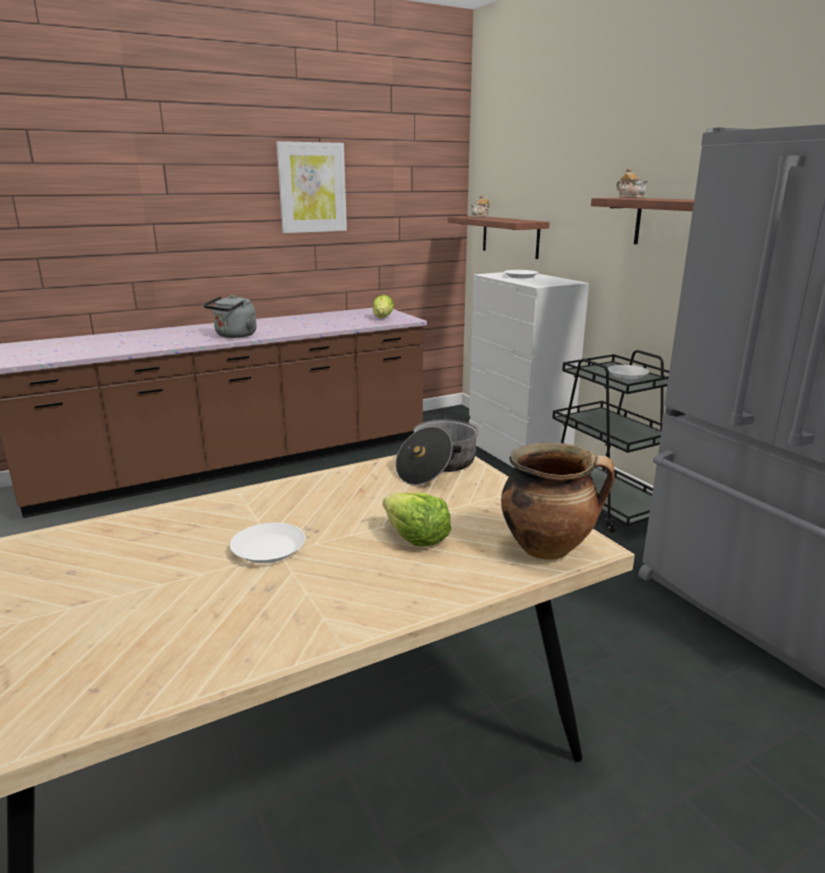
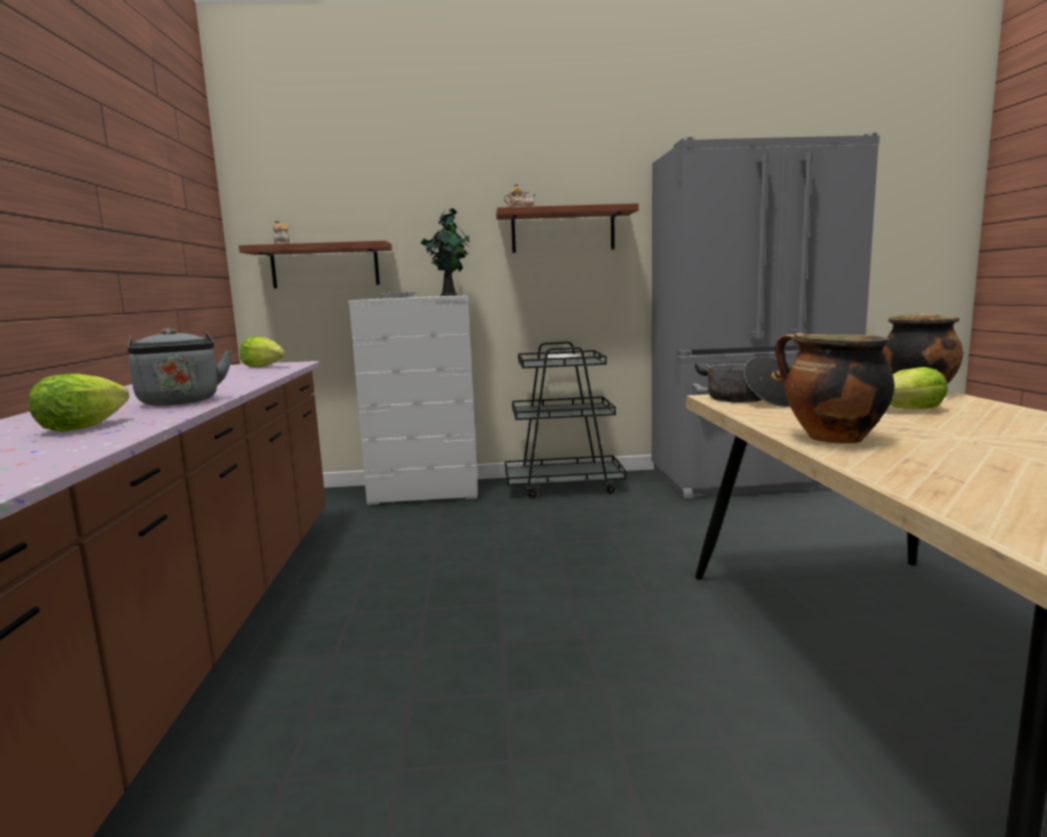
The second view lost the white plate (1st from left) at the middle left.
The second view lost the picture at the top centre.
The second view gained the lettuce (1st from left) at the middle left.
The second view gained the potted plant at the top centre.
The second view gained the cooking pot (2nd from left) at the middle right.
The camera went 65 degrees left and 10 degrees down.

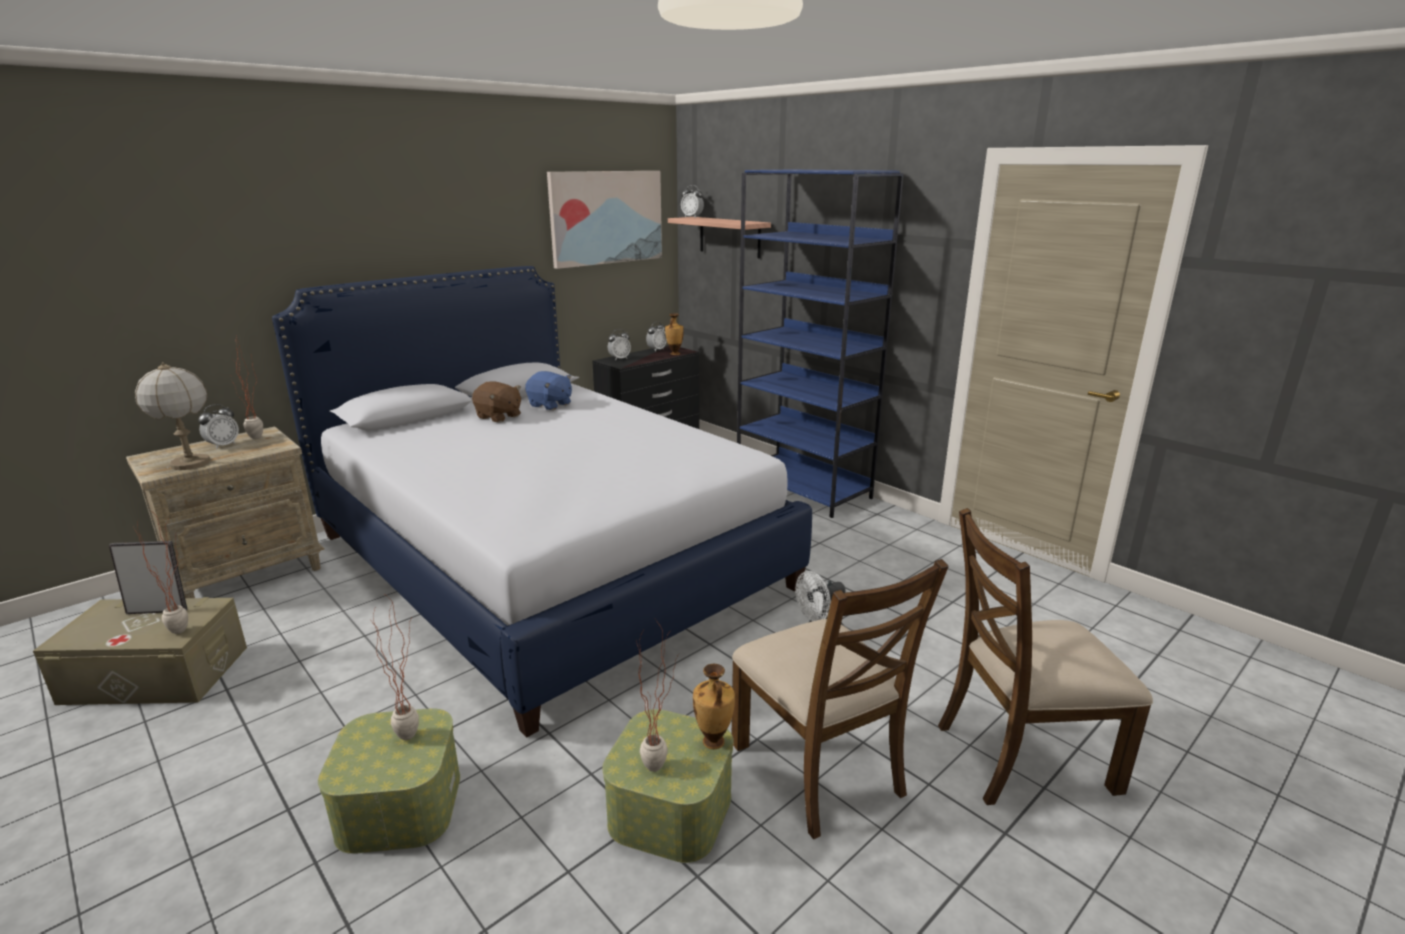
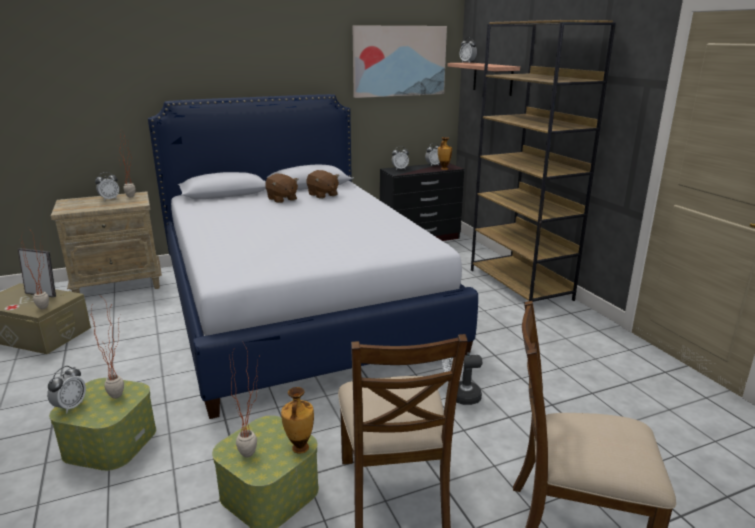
The second view lost the table lamp at the middle left.
The second view gained the alarm clock (1st from left) at the bottom left.
What was the blue plush toy at the centre turned into the brown plush toy (2nd from left) at the centre.
What was the blue bookcase at the centre turned into the brown bookcase at the top right.
The camera went 20 degrees right and 0 degrees up.

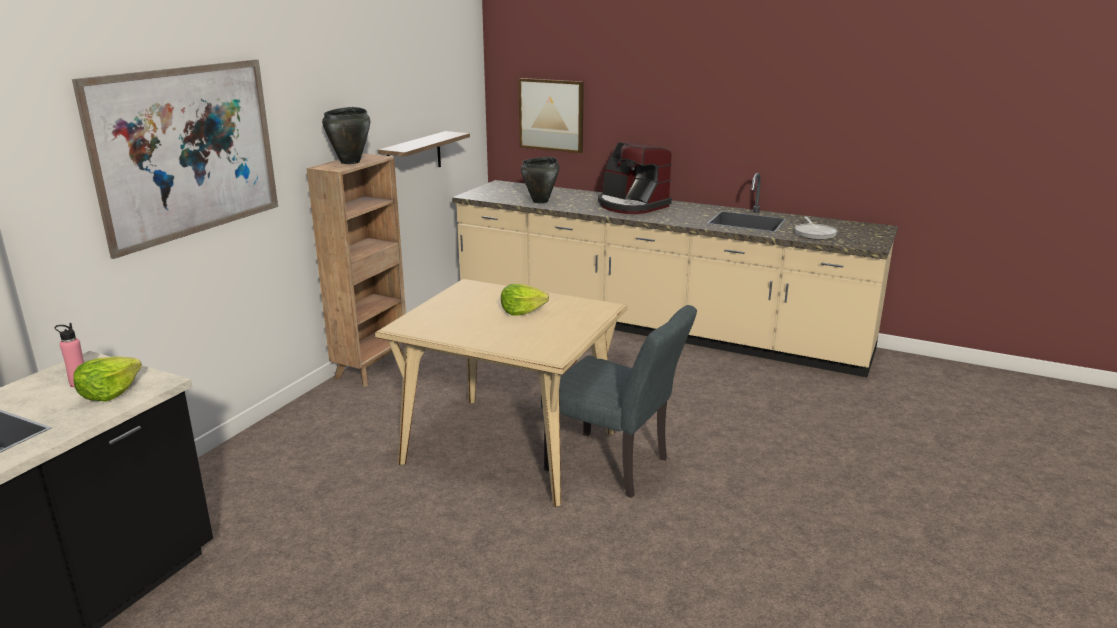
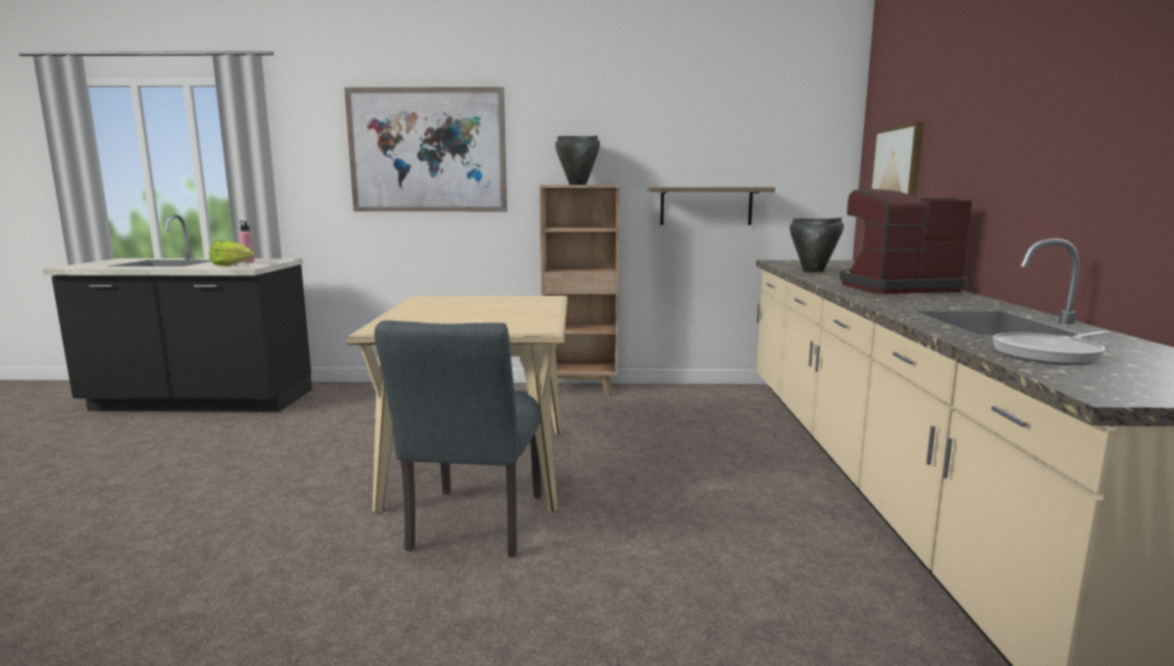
The second view lost the lettuce (2nd from left) at the centre.
The coffee machine at the top centre ended up facing another way, 60 degrees clockwise from before.
The camera went 65 degrees right and 10 degrees down.

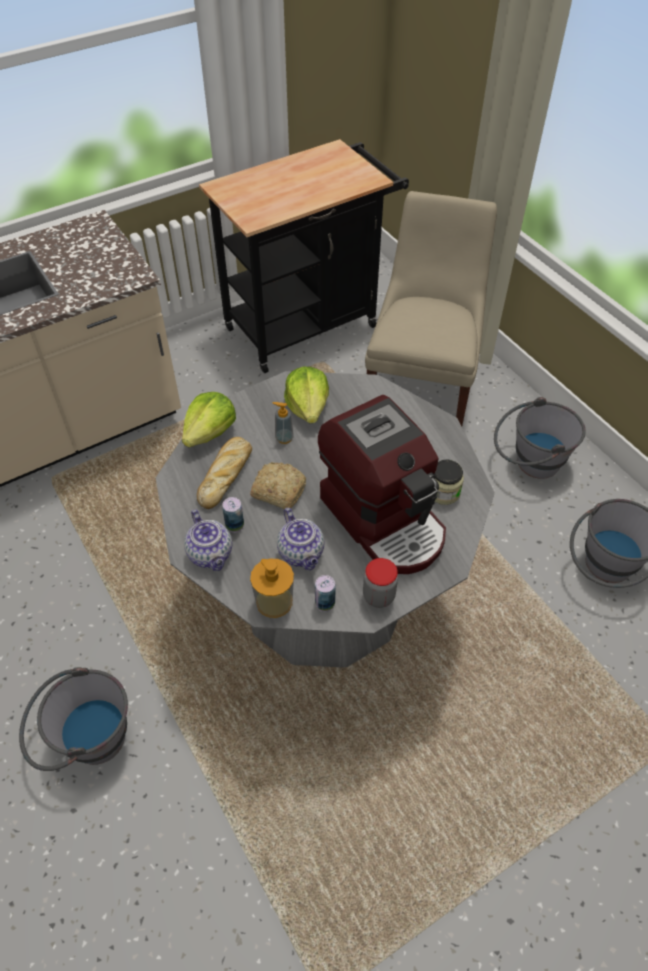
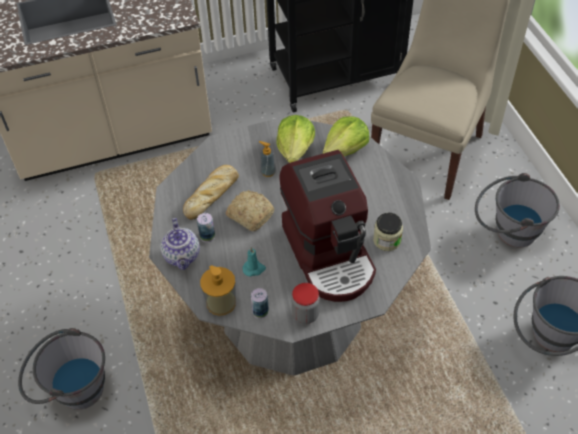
The lettuce (1st from left in the first image) ended up elsewhere, having gone from the middle left to the top centre.
Where the teapot (2nd from left) stood at the centre, the turquoise candle came to stand at the centre.
The camera went 15 degrees right and 0 degrees up.

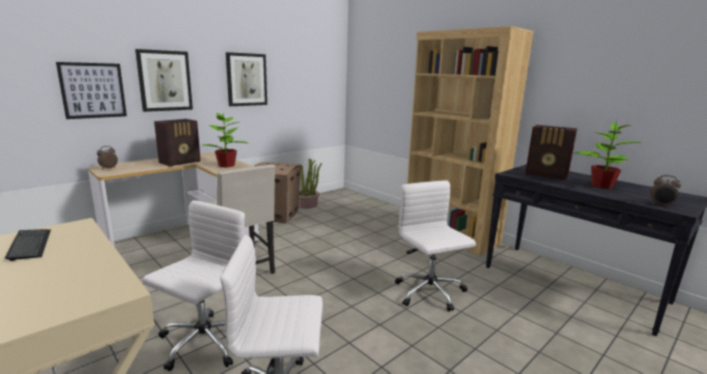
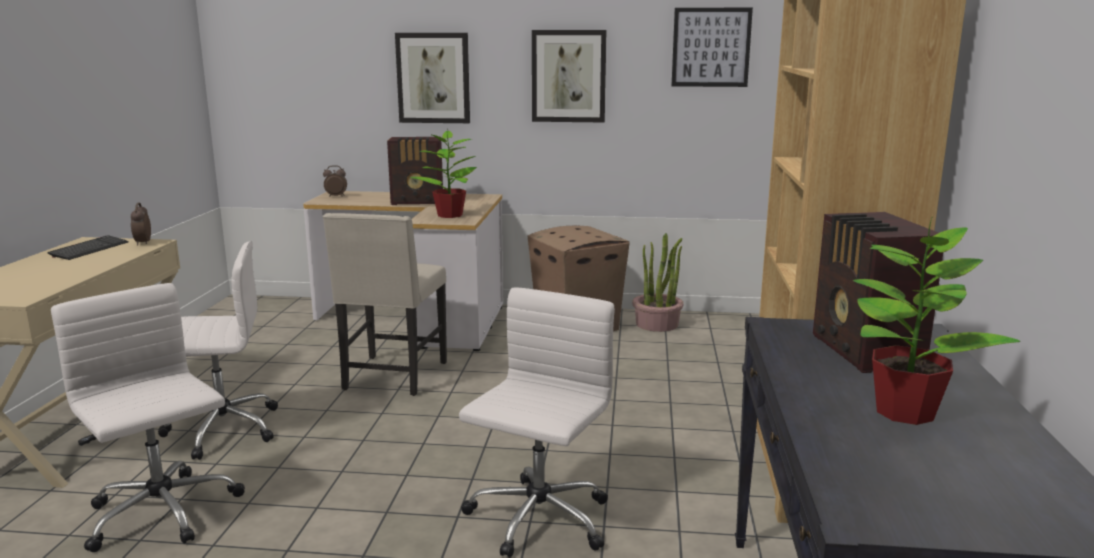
The picture (1st from left in the first image) ended up elsewhere, having gone from the top left to the top centre.
The alarm clock (2nd from left in the first image) ended up elsewhere, having gone from the middle right to the middle left.
The camera went 50 degrees right and 0 degrees up.

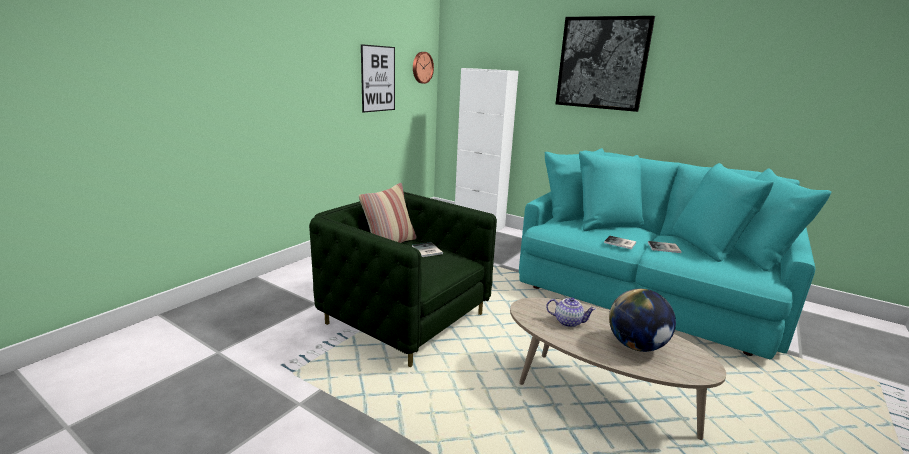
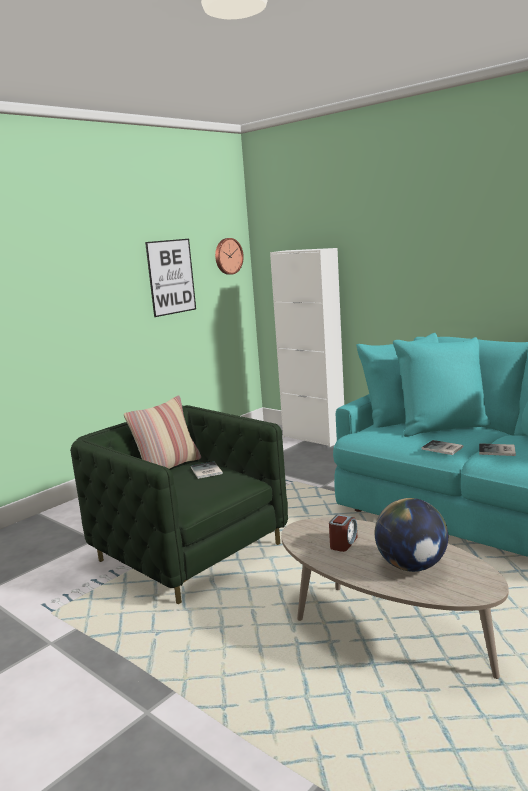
The second view lost the picture (2nd from left) at the top centre.
Where the teapot stood at the bottom centre, the alarm clock came to stand at the bottom centre.
The camera went 10 degrees right and 5 degrees down.

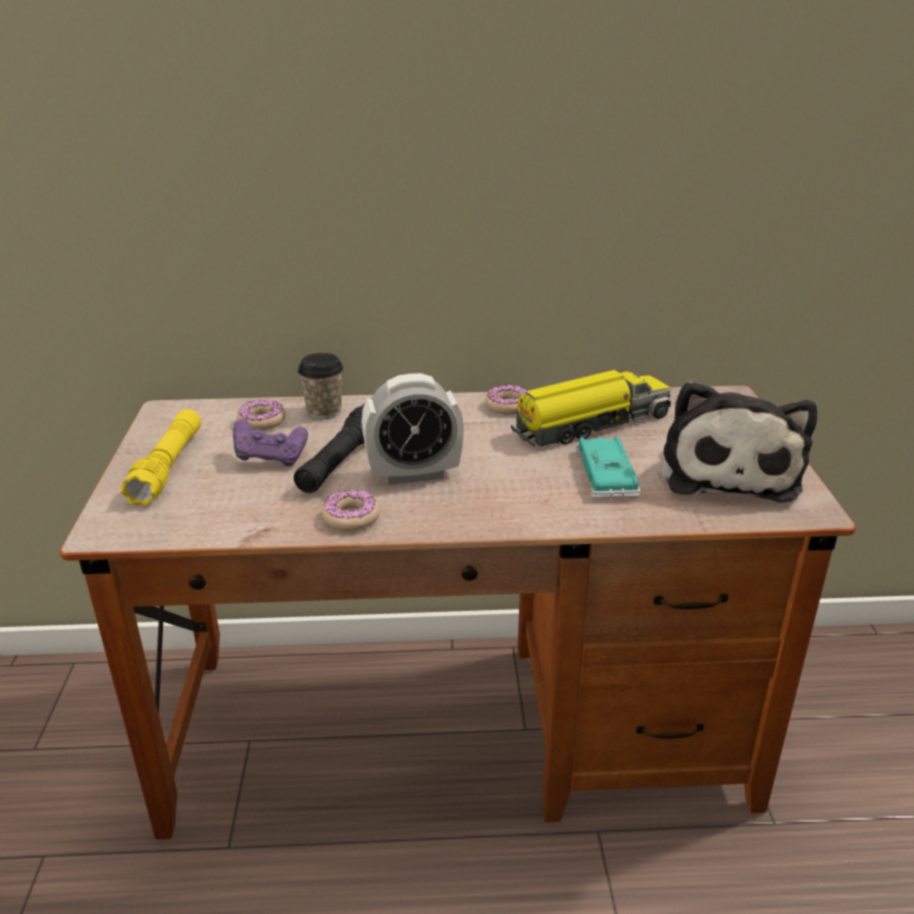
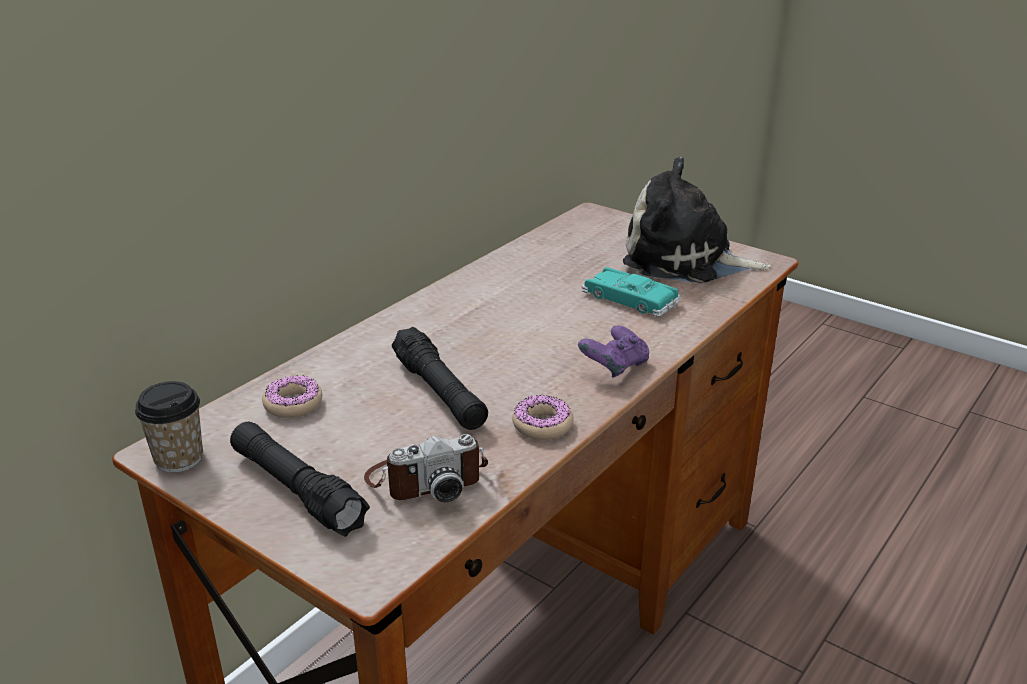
The second view lost the alarm clock at the centre.
The second view lost the donut (3rd from left) at the centre.
The second view lost the toy truck at the centre.
The second view gained the photo camera at the bottom centre.
The purple game controller ended up elsewhere, having gone from the middle left to the centre.
The cup ended up elsewhere, having gone from the centre to the middle left.
What was the yellow flashlight at the middle left turned into the black flashlight (1st from left) at the bottom left.
The plush toy at the middle right ended up facing another way, 150 degrees clockwise from before.
The camera went 50 degrees left and 0 degrees up.

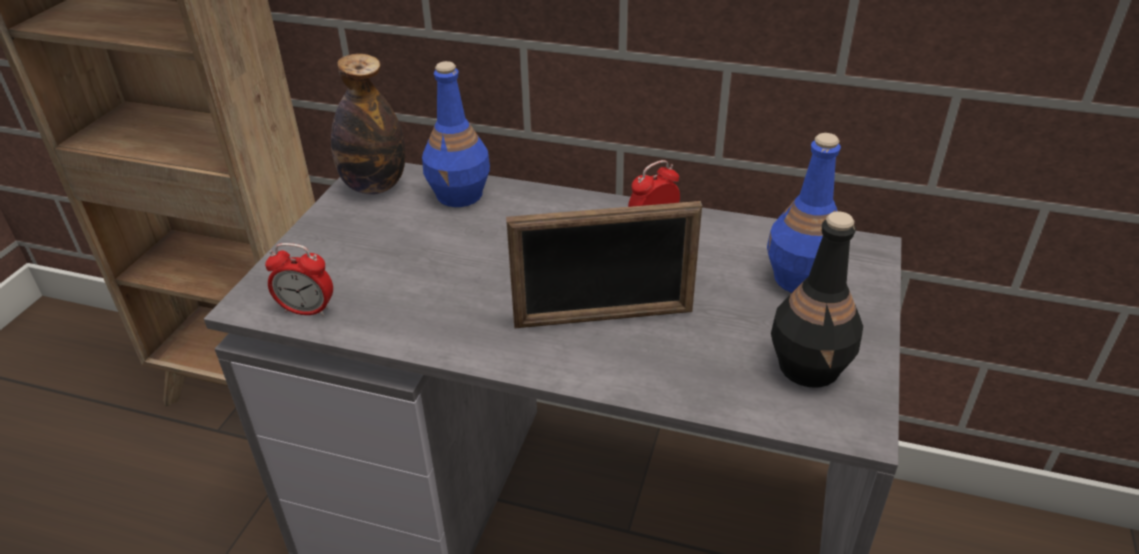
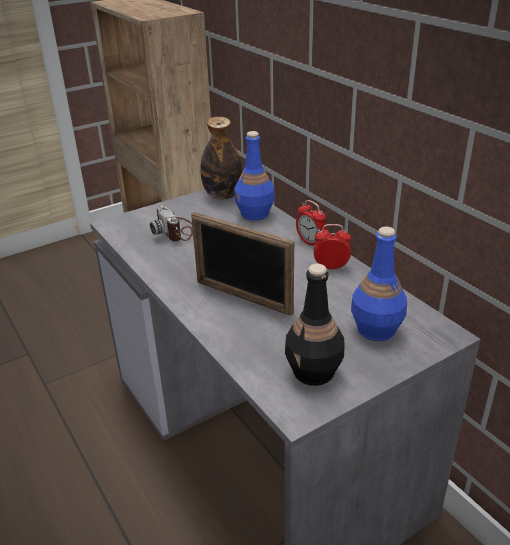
The second view gained the photo camera at the centre.
The alarm clock (1st from left) ended up elsewhere, having gone from the middle left to the centre.
The camera went 40 degrees right and 5 degrees down.

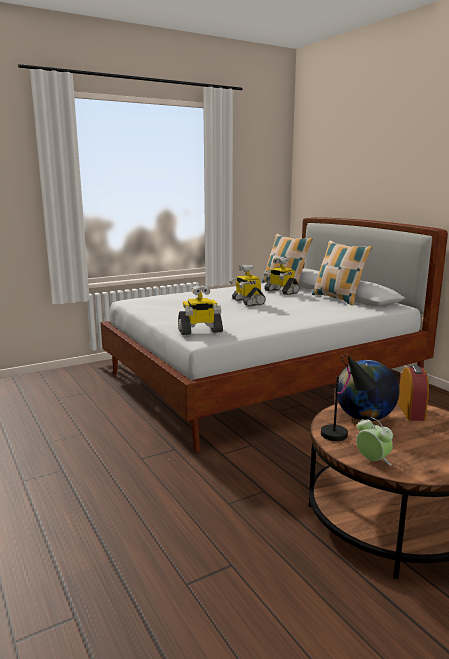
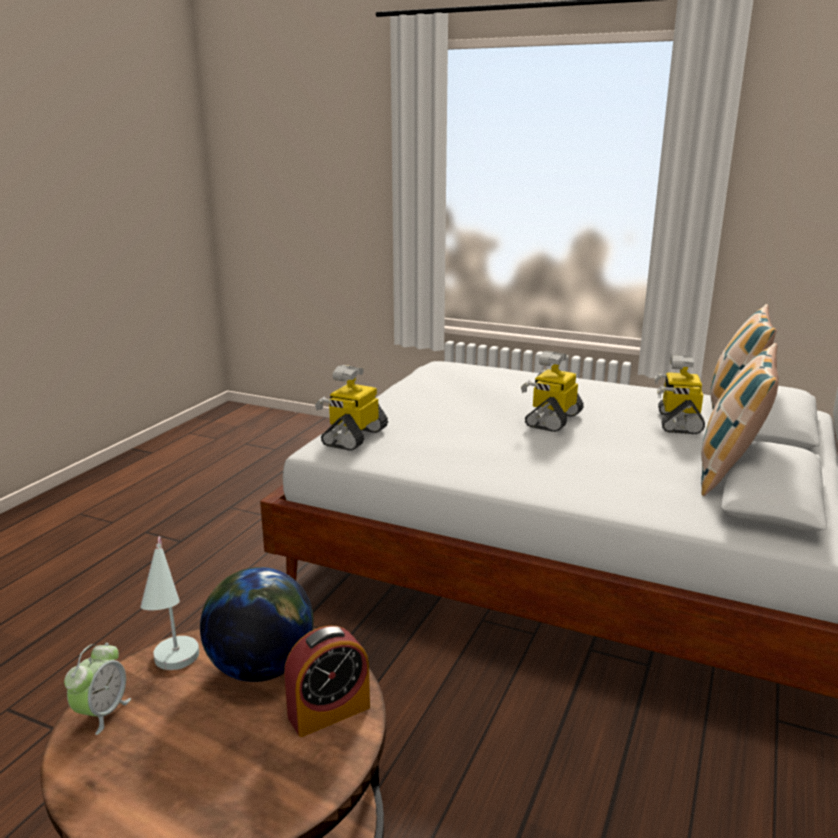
What was the black table lamp at the middle right turned into the white table lamp at the bottom left.
The toy robot (1st from left) at the centre ended up facing another way, 75 degrees clockwise from before.
The camera went 55 degrees right and 5 degrees up.

